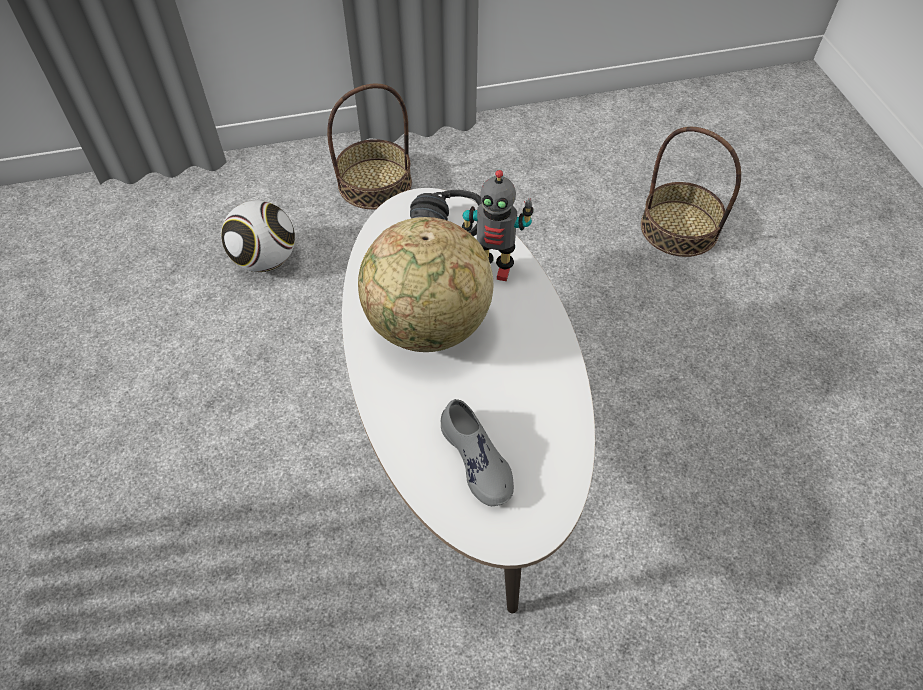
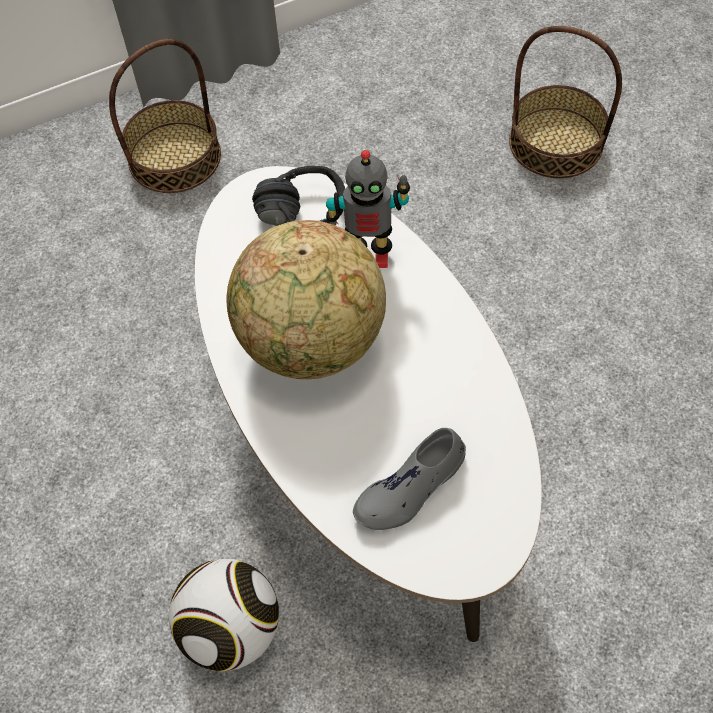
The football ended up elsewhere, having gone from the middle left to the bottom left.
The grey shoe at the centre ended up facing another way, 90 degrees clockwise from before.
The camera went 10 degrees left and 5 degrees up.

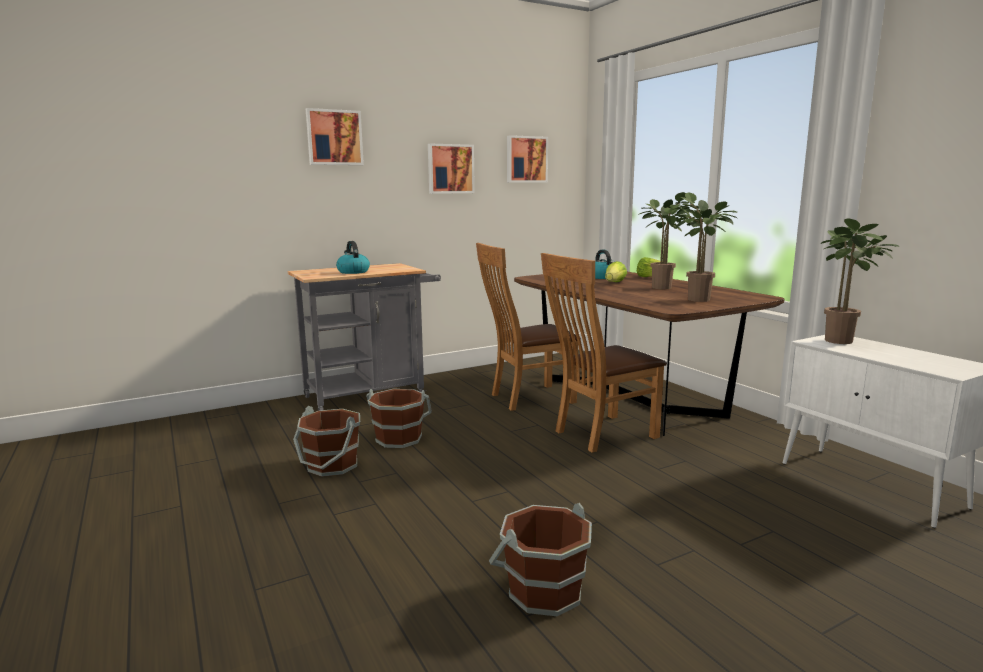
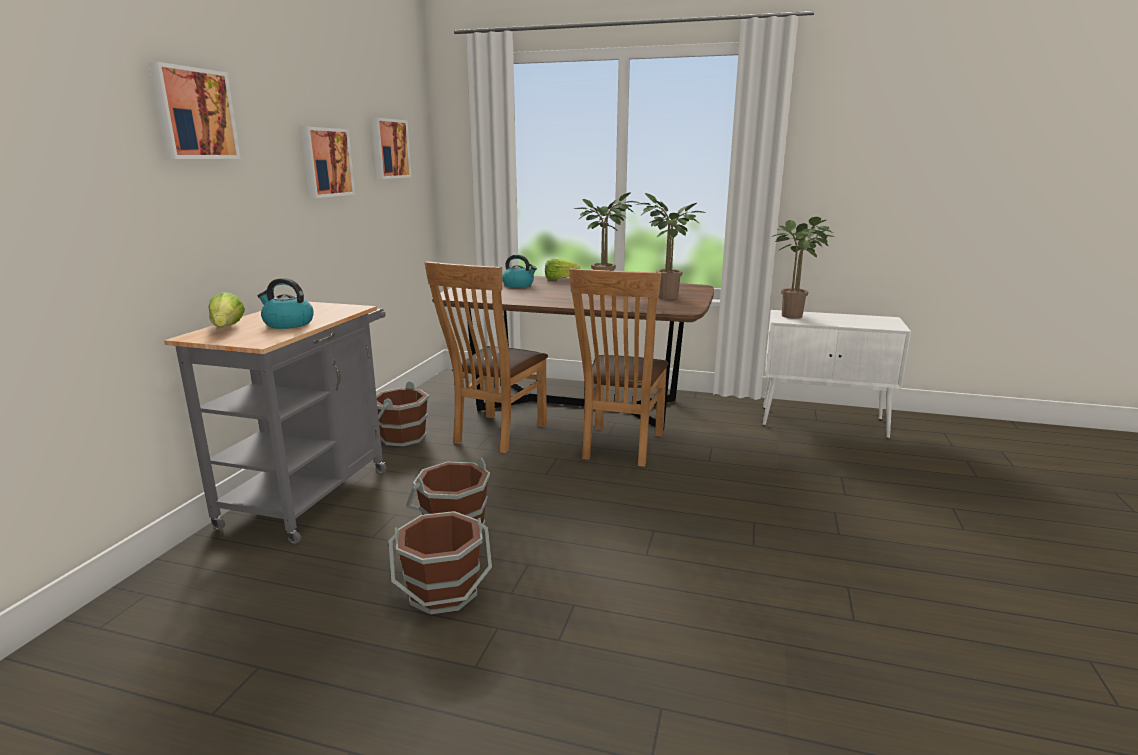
The brown bucket (3rd from left in the first image) ended up elsewhere, having gone from the bottom centre to the centre.
The lettuce (1st from left) ended up elsewhere, having gone from the centre to the middle left.
The camera went 45 degrees left and 5 degrees up.

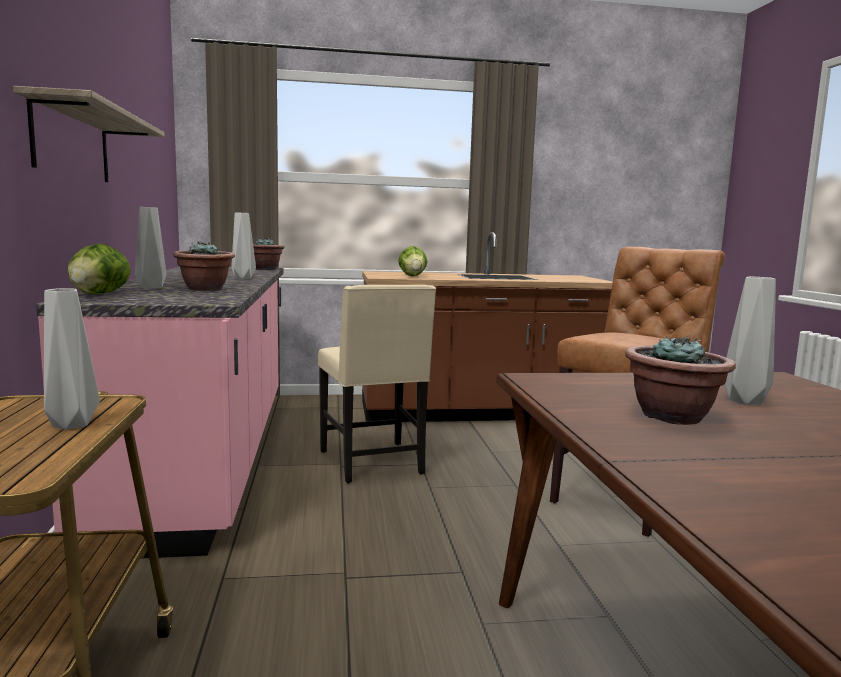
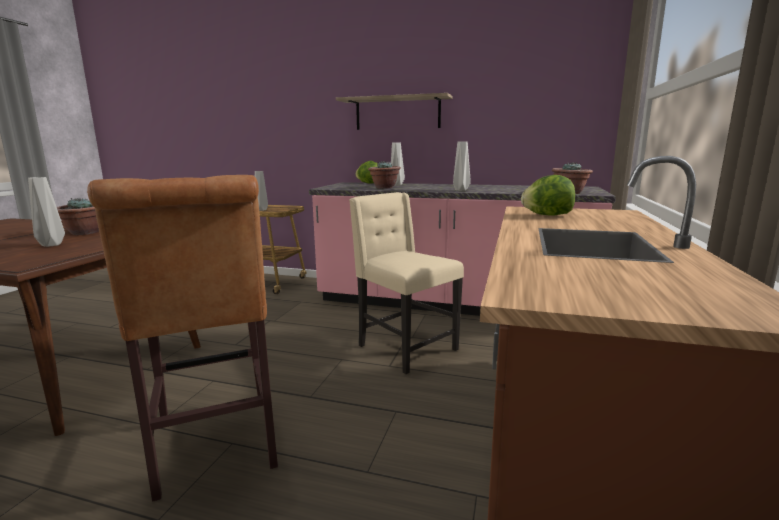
The beige chair at the centre ended up facing another way, 45 degrees clockwise from before.
The camera went 115 degrees right and 5 degrees up.

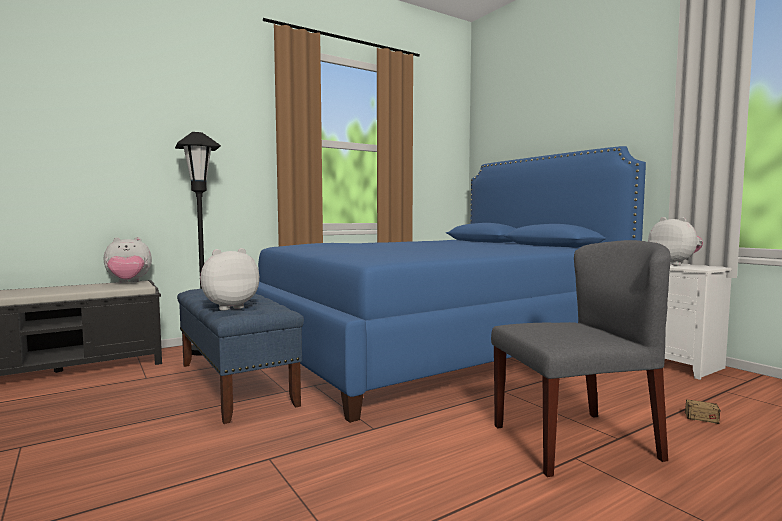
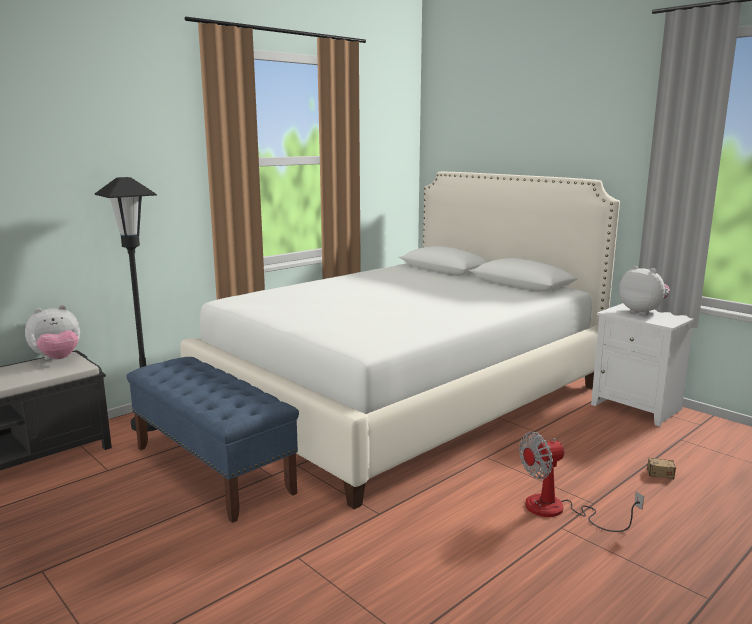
The second view lost the plush toy (2nd from left) at the middle left.
Where the grey chair stood at the bottom right, the fan came to stand at the bottom right.
What was the blue bed at the centre turned into the white bed at the centre.
The camera went 10 degrees left and 10 degrees up.

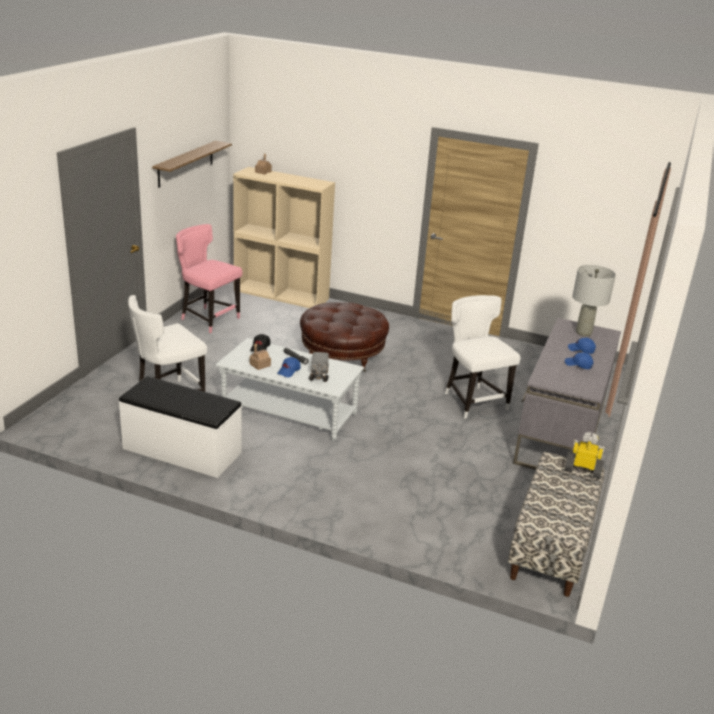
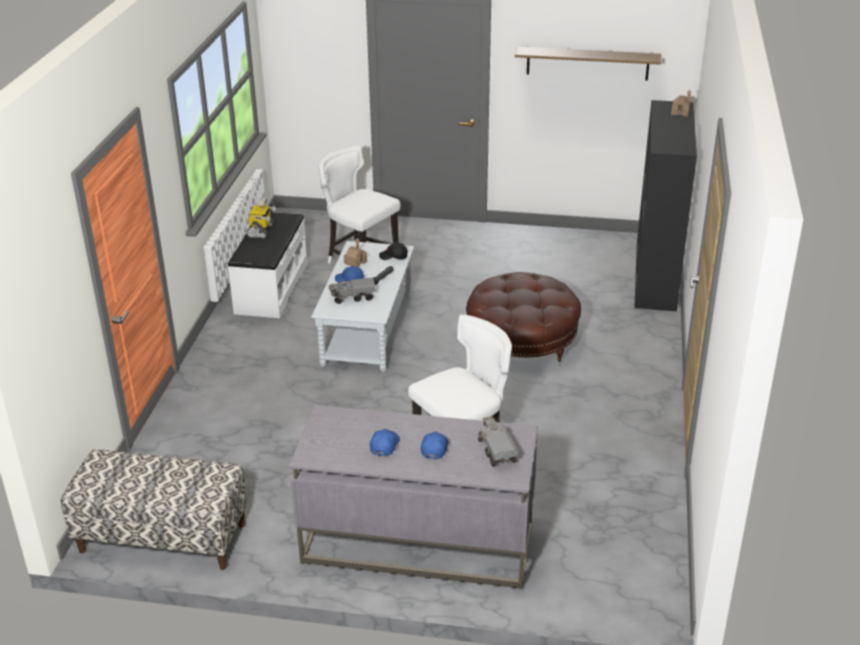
The second view lost the pink chair at the middle left.
The toy robot ended up elsewhere, having gone from the middle right to the middle left.
Where the grey table lamp stood at the middle right, the toy truck (2nd from left) came to stand at the bottom centre.
What was the beige bookcase at the top centre turned into the black bookcase at the top right.
The camera went 80 degrees right and 5 degrees up.

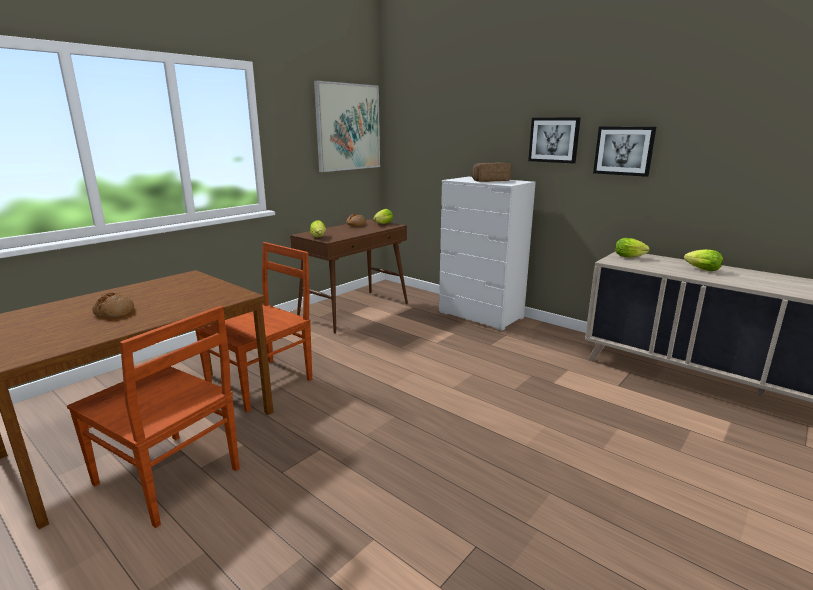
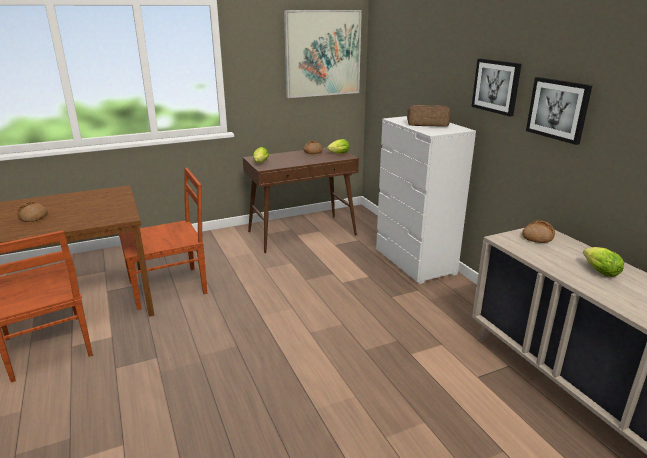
Where the lettuce (3rd from left) stood at the middle right, the bread (4th from left) came to stand at the middle right.
The camera went 25 degrees right and 5 degrees up.

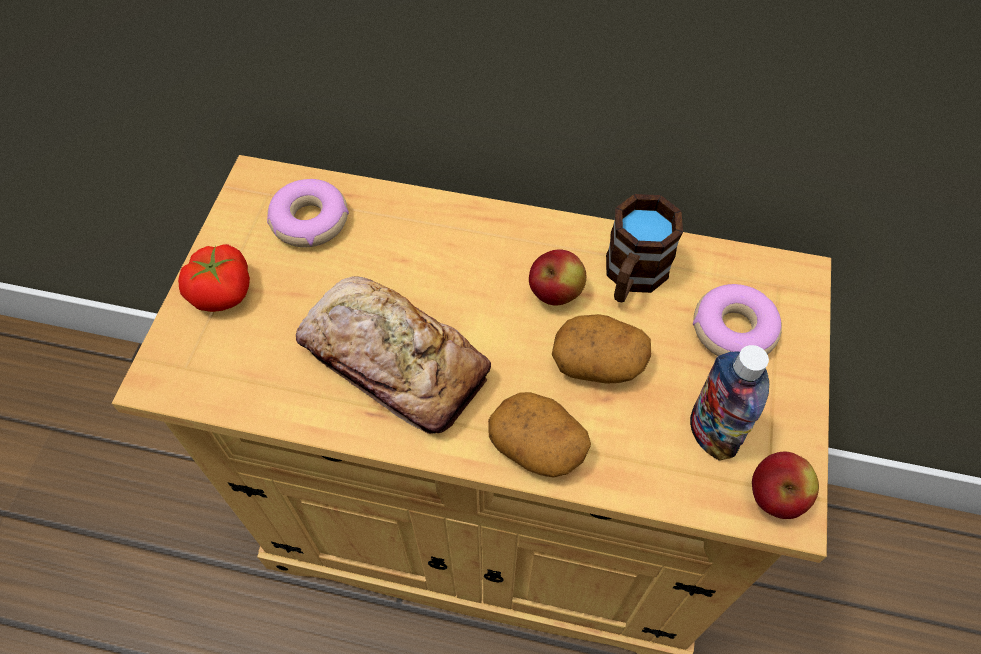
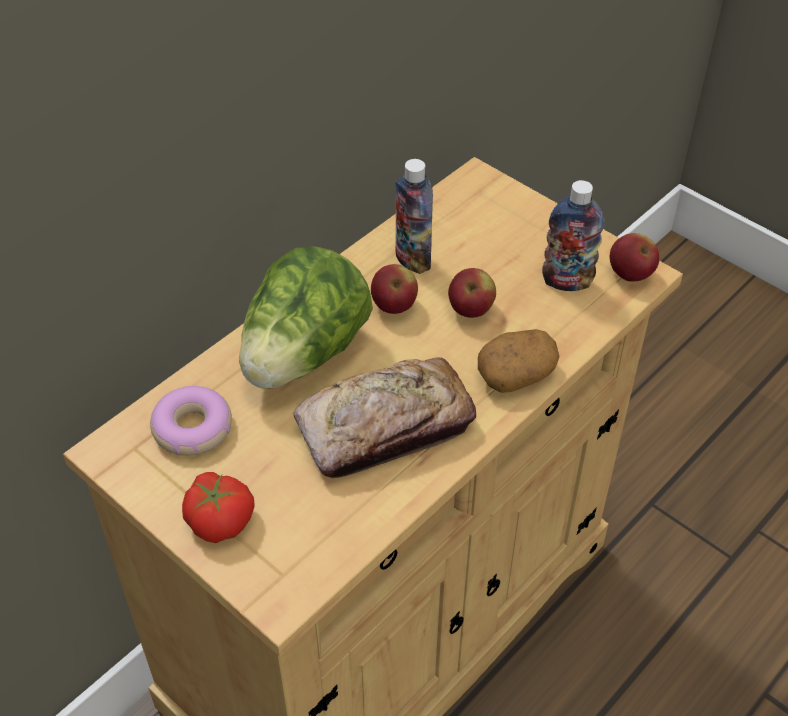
The second view lost the donut (2nd from left) at the middle right.
The second view gained the lettuce at the centre.
Where the potato (2nd from left) stood at the centre, the apple (2nd from left) came to stand at the centre.
Where the brown mug stood at the centre, the bottle (1st from left) came to stand at the top centre.
The camera went 60 degrees left and 10 degrees down.

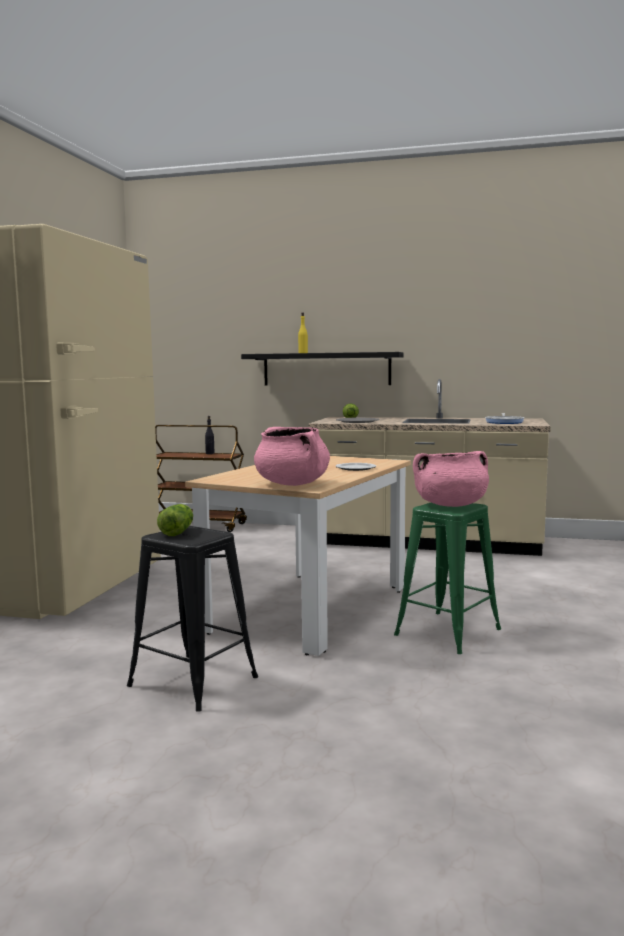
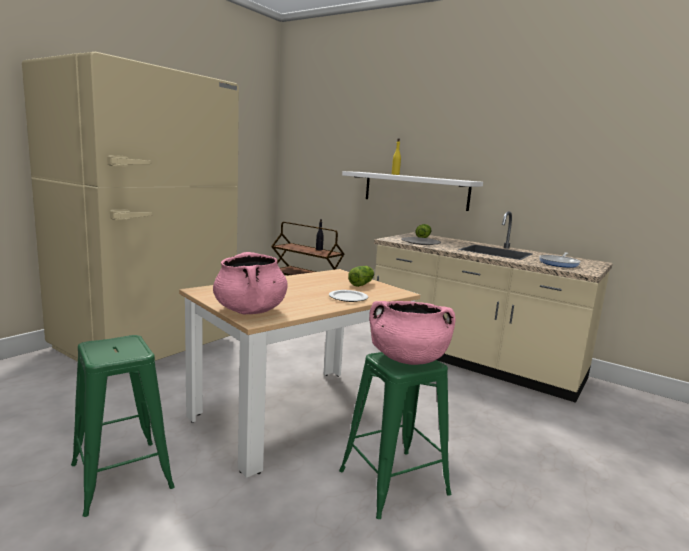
The lettuce (1st from left) ended up elsewhere, having gone from the middle left to the centre.
What was the black stool at the middle left turned into the green stool (1st from left) at the bottom left.
What was the black shelf at the centre turned into the white shelf at the centre.
The camera went 20 degrees right and 5 degrees up.

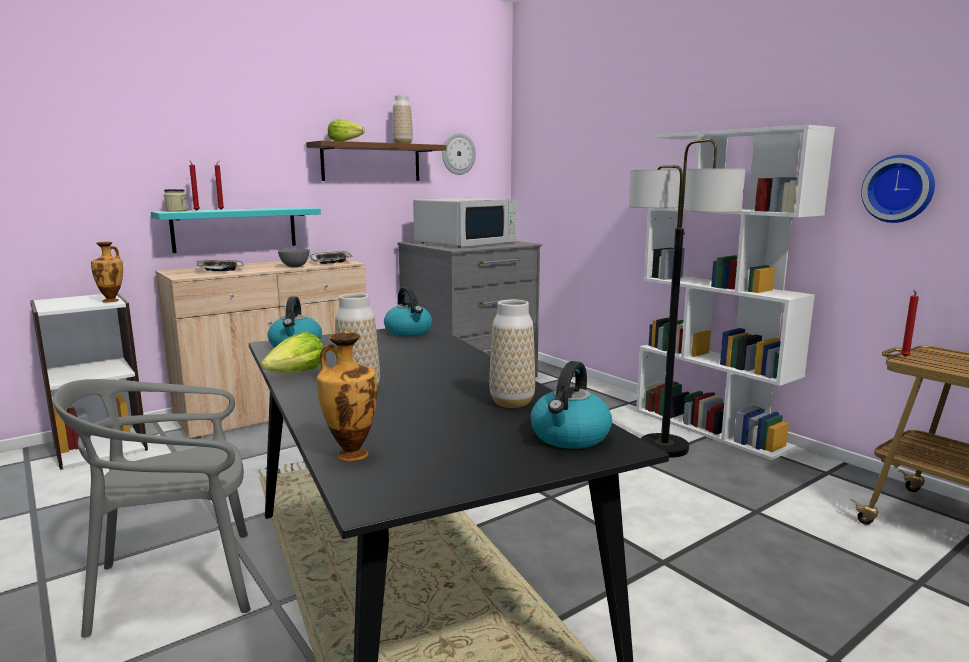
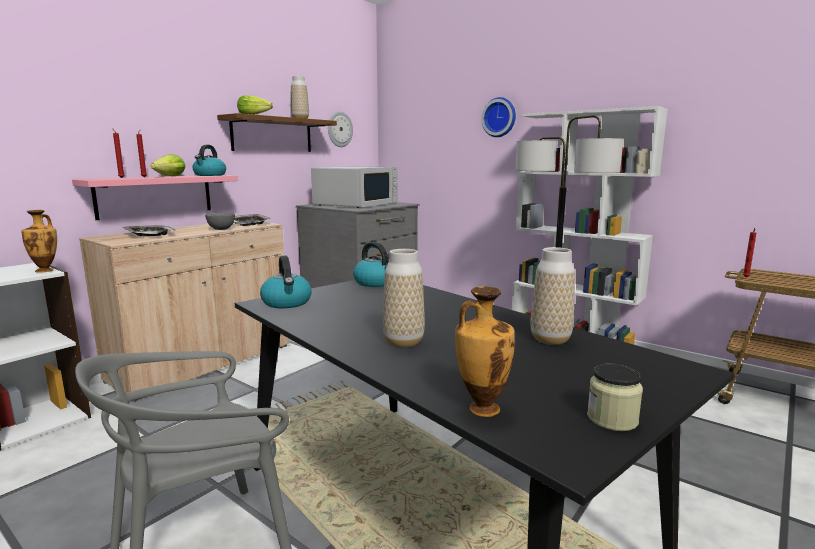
The jar ended up elsewhere, having gone from the top left to the bottom right.
The lettuce (1st from left) ended up elsewhere, having gone from the middle left to the top left.
The kettle (3rd from left in the first image) ended up elsewhere, having gone from the centre to the top left.
The wall clock (2nd from left) ended up elsewhere, having gone from the top right to the top centre.
What was the turquoise shelf at the middle left turned into the pink shelf at the middle left.
The camera went 15 degrees left and 0 degrees up.

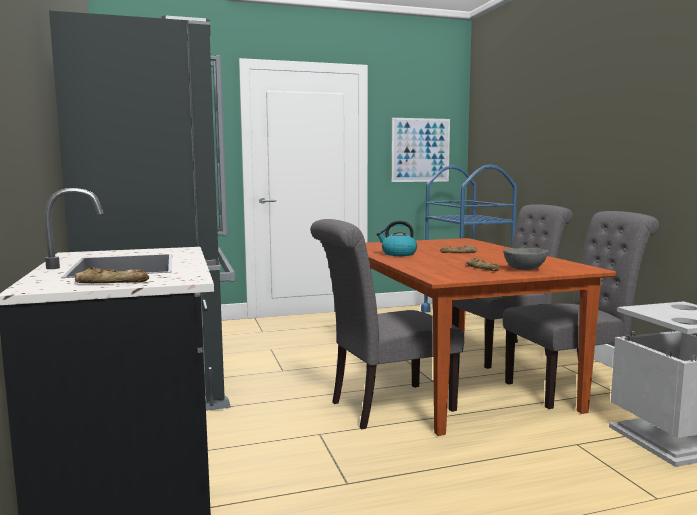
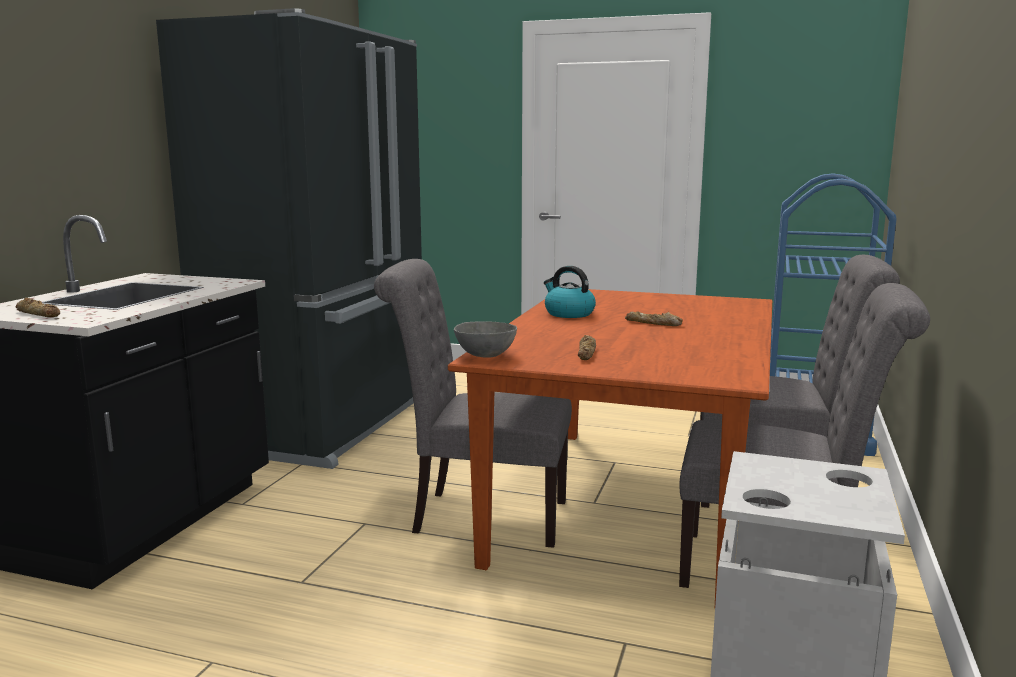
The second view lost the picture at the top centre.
The grey bowl ended up elsewhere, having gone from the middle right to the centre.
The camera went 35 degrees right and 5 degrees up.

